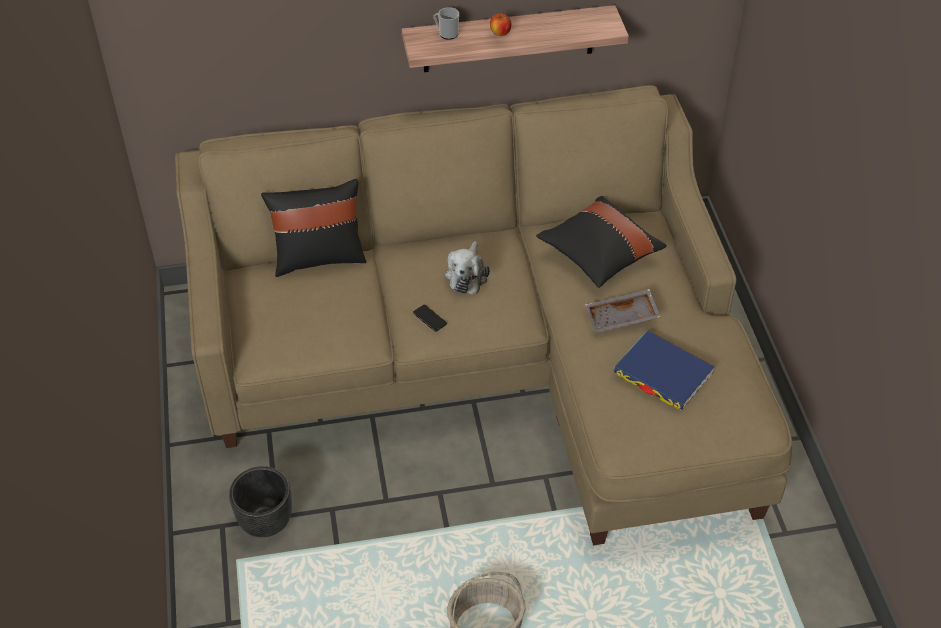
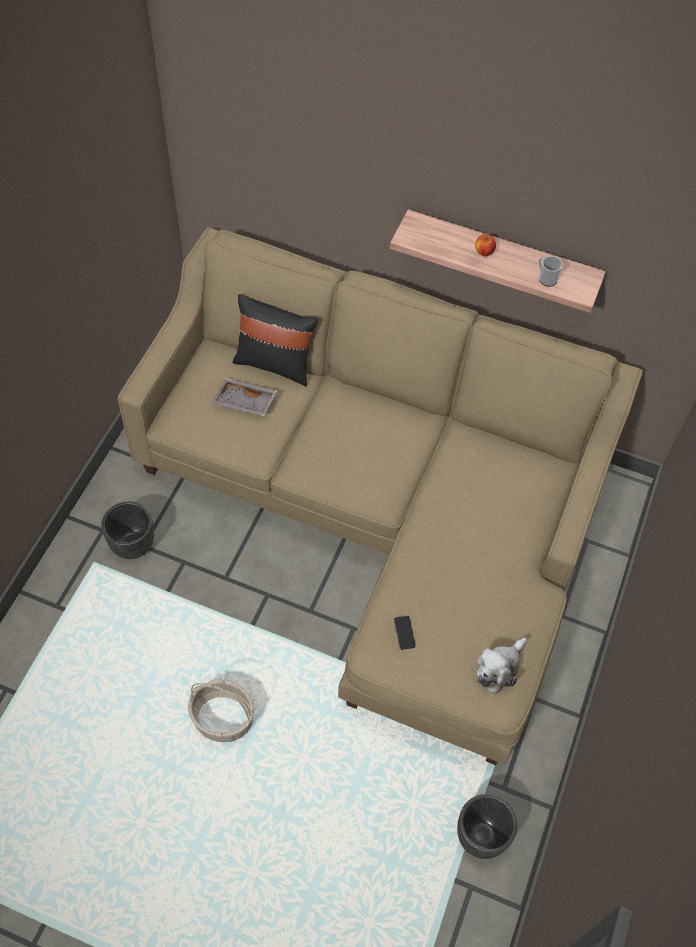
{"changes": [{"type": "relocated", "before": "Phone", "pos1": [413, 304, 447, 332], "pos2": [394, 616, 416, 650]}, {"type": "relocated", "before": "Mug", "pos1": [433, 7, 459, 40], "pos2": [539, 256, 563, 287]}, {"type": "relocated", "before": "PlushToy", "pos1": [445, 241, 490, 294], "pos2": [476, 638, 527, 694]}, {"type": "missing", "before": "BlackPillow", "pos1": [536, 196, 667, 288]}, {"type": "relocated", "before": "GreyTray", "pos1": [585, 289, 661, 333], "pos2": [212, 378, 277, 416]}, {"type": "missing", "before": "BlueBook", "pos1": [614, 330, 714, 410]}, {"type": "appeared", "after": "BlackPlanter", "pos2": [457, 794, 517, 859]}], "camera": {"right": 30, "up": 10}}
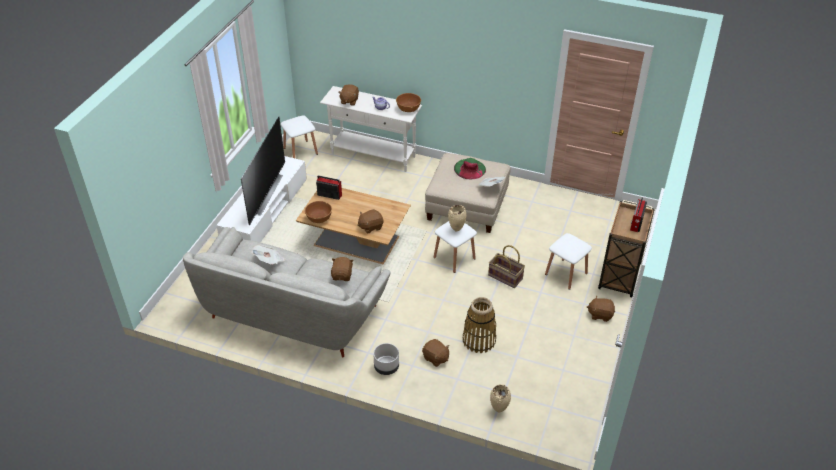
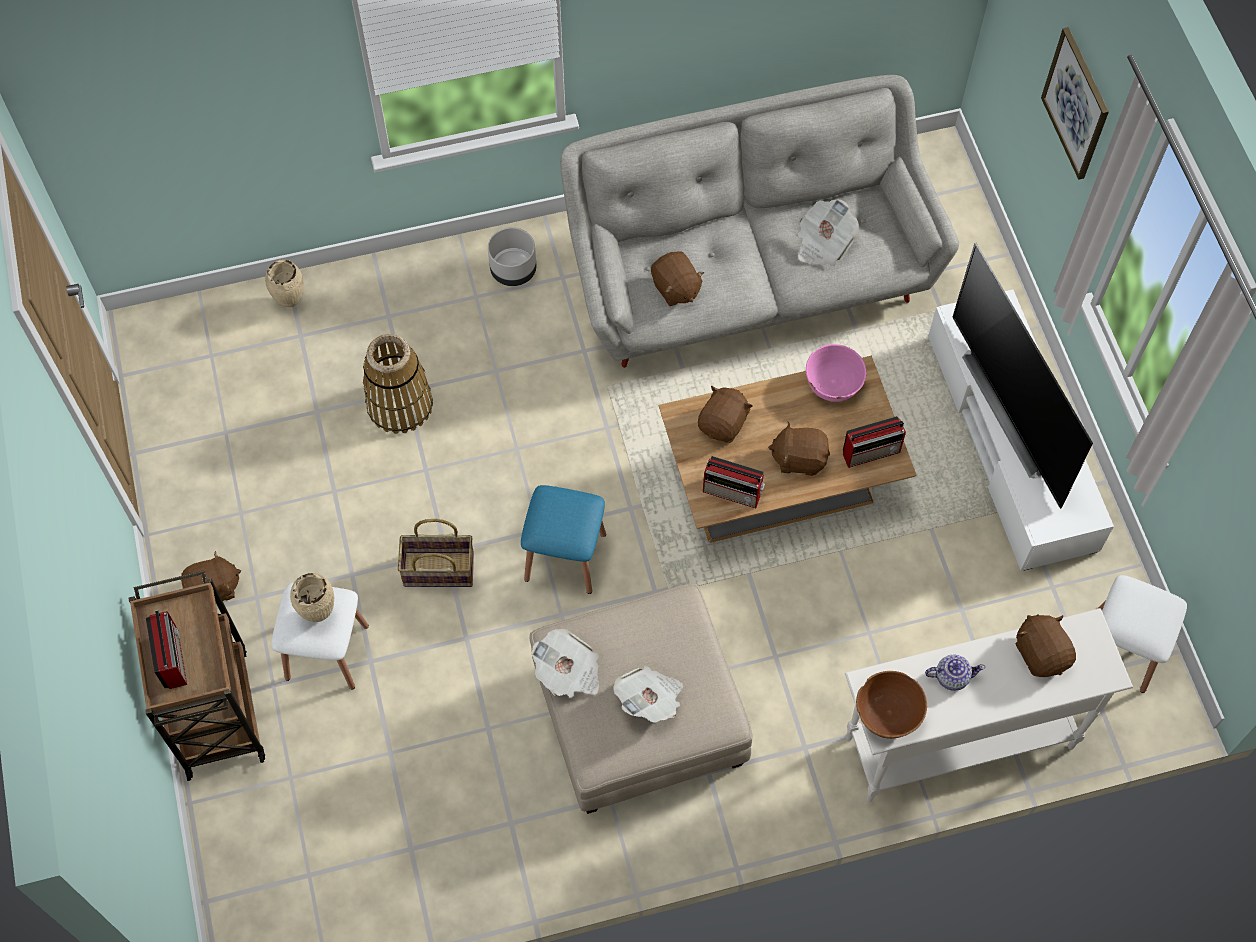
{"changes": [{"type": "colour", "before": "BrownBowl", "after": "PinkBowl", "pos1": [305, 201, 332, 223], "pos2": [806, 344, 866, 402]}, {"type": "relocated", "before": "BrownPlushToy", "pos1": [422, 339, 449, 367], "pos2": [768, 422, 830, 476]}, {"type": "colour", "before": "WhiteStool", "after": "BlueStool", "pos1": [434, 221, 477, 273], "pos2": [521, 485, 606, 594]}, {"type": "relocated", "before": "BeigeVase", "pos1": [448, 205, 466, 232], "pos2": [290, 573, 335, 622]}, {"type": "exchanged", "before": "GreenHat", "after": "Newspaper", "pos1": [454, 158, 486, 179], "pos2": [613, 666, 683, 723]}, {"type": "appeared", "after": "Radio", "pos2": [703, 456, 765, 508]}, {"type": "appeared", "after": "Picture", "pos2": [1041, 27, 1109, 180]}], "camera": {"right": 145, "up": 20}}
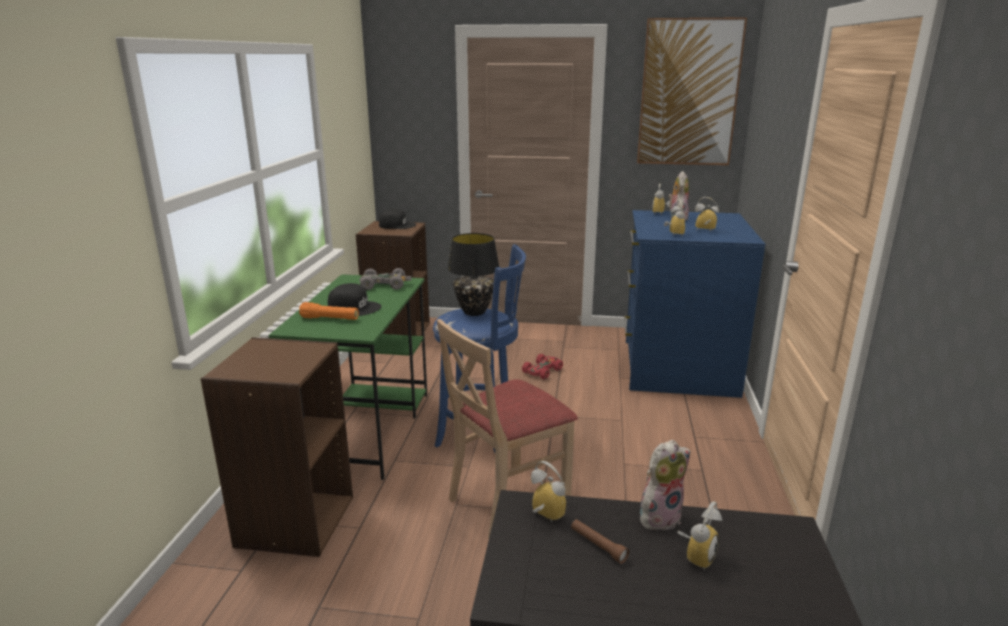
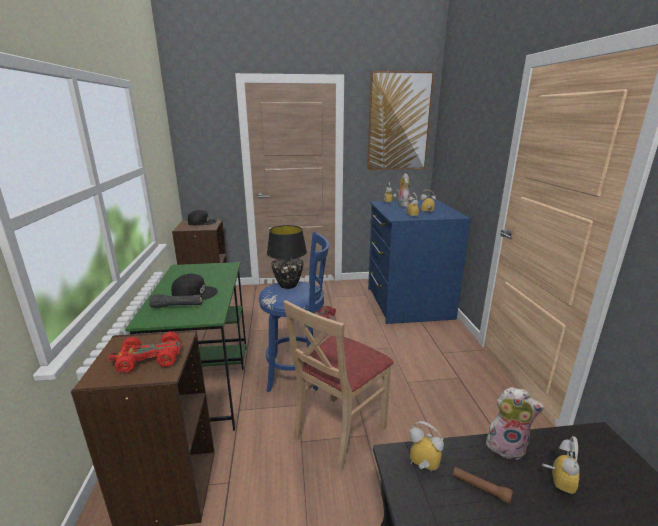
{"changes": [{"type": "colour", "before": "OrangeFlashlight", "after": "BlackFlashlight", "pos1": [299, 302, 359, 320], "pos2": [149, 294, 202, 308]}, {"type": "missing", "before": "GreyToyCar", "pos1": [360, 268, 412, 290]}, {"type": "spun", "before": "PlushToy", "pos1": [640, 440, 690, 531], "pos2": [486, 387, 545, 460], "turn": 60}, {"type": "appeared", "after": "RedToyCar", "pos2": [108, 332, 181, 373]}], "camera": {"right": -15, "up": 0}}
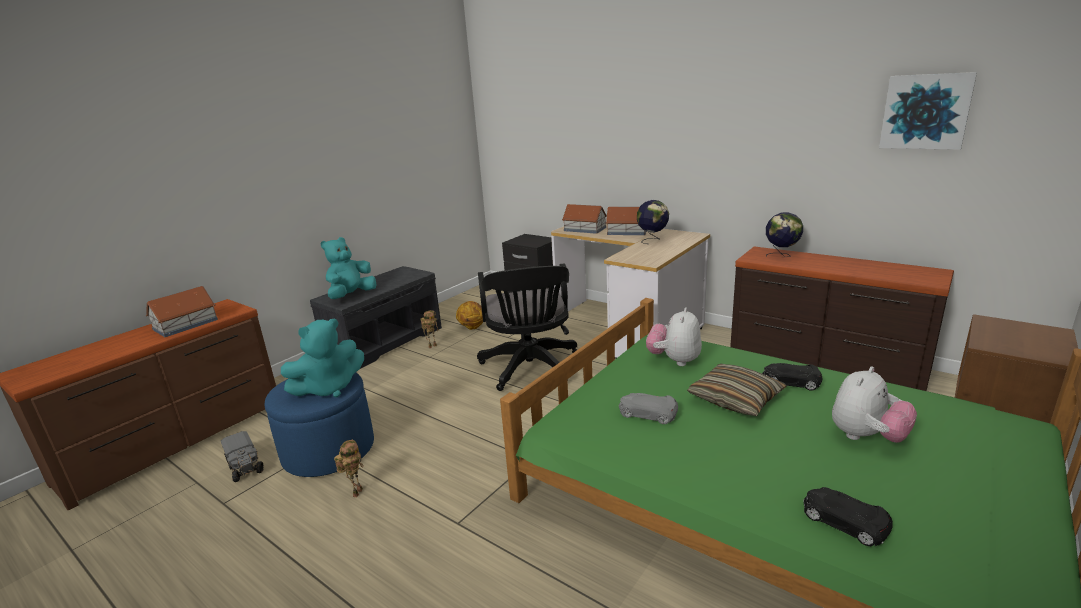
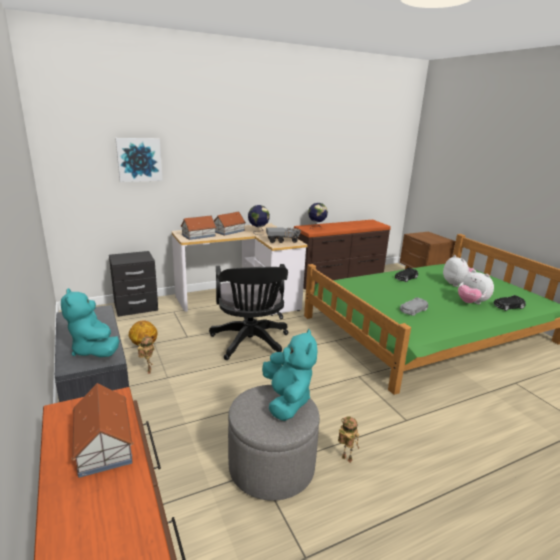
{"changes": [{"type": "relocated", "before": "ToyTruck", "pos1": [221, 431, 264, 482], "pos2": [266, 227, 301, 243]}, {"type": "colour", "before": "BlueOttoman", "after": "GreyOttoman", "pos1": [265, 373, 374, 477], "pos2": [228, 385, 320, 501]}, {"type": "spun", "before": "BlackOfficeChair", "pos1": [477, 263, 577, 391], "pos2": [209, 264, 289, 360], "turn": 60}, {"type": "relocated", "before": "PlushToy", "pos1": [646, 308, 702, 366], "pos2": [458, 270, 494, 304]}, {"type": "missing", "before": "Pillow", "pos1": [687, 364, 787, 416]}, {"type": "relocated", "before": "Picture", "pos1": [879, 72, 977, 150], "pos2": [115, 138, 162, 182]}], "camera": {"right": -65, "up": 0}}
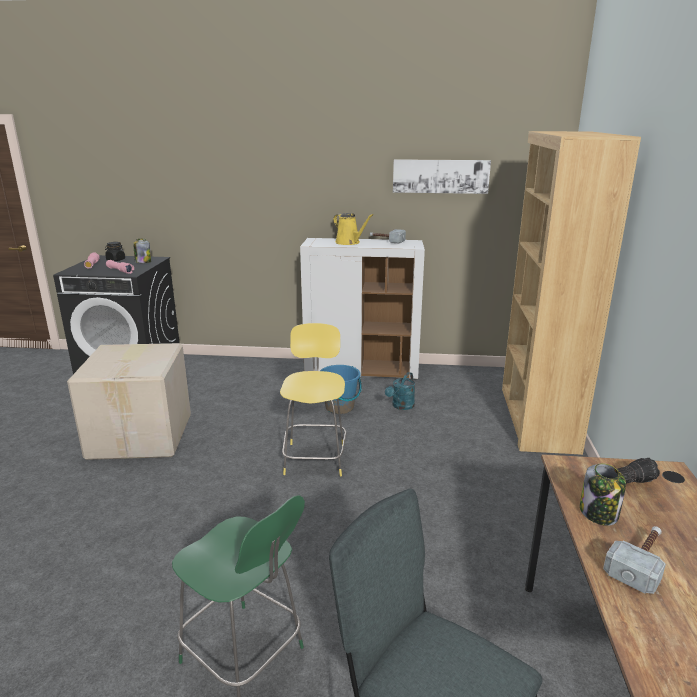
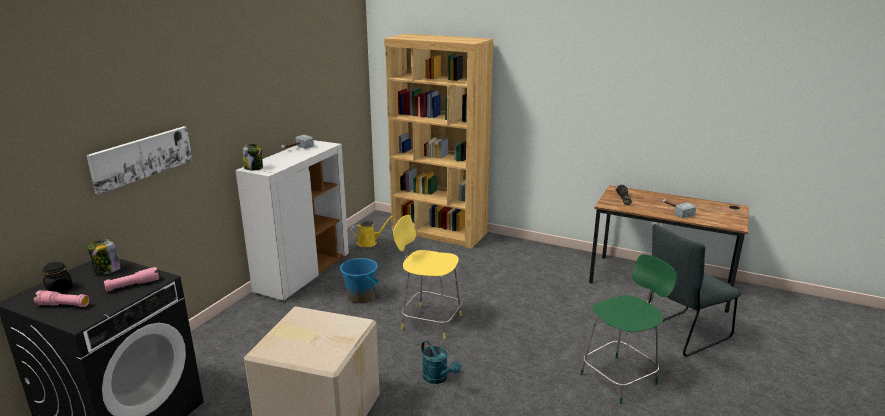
{"changes": [{"type": "relocated", "before": "YellowWateringCan", "pos1": [333, 213, 373, 245], "pos2": [351, 215, 393, 247]}, {"type": "relocated", "before": "TurquoiseWateringCan", "pos1": [385, 372, 415, 410], "pos2": [421, 340, 461, 384]}, {"type": "relocated", "before": "Picture", "pos1": [393, 159, 491, 194], "pos2": [86, 126, 192, 194]}, {"type": "relocated", "before": "Jar", "pos1": [580, 463, 626, 526], "pos2": [243, 144, 263, 170]}], "camera": {"right": -70, "up": 0}}
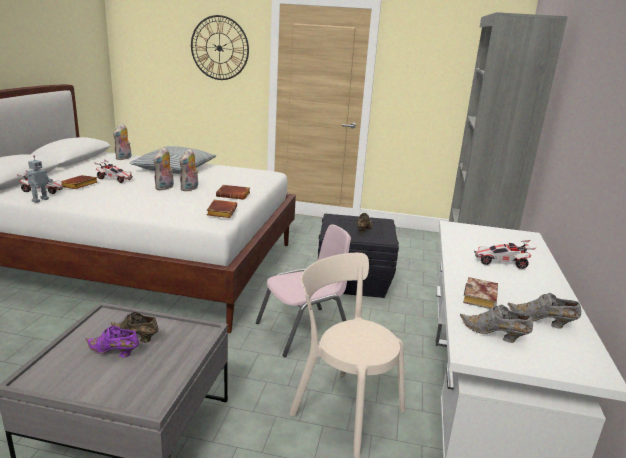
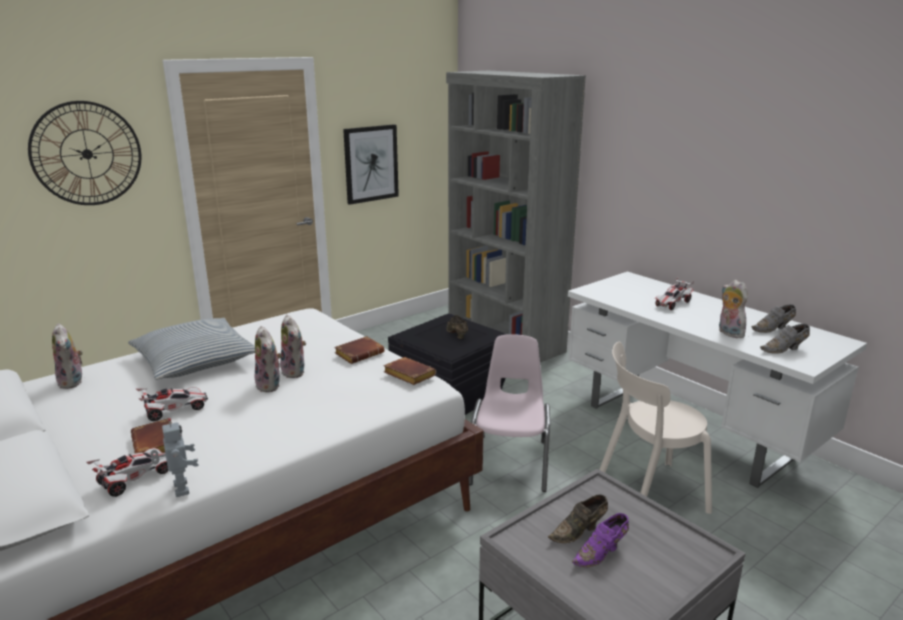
{"changes": [{"type": "exchanged", "before": "Book", "after": "PlushToy", "pos1": [463, 277, 498, 309], "pos2": [719, 280, 748, 338]}, {"type": "appeared", "after": "Picture", "pos2": [343, 124, 399, 205]}], "camera": {"right": -50, "up": 0}}
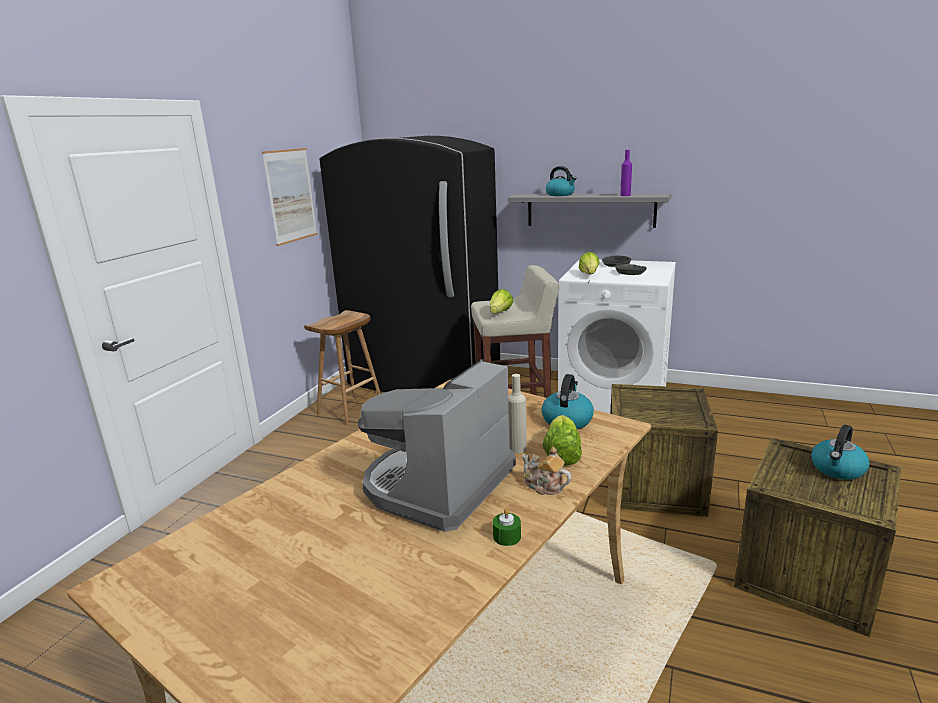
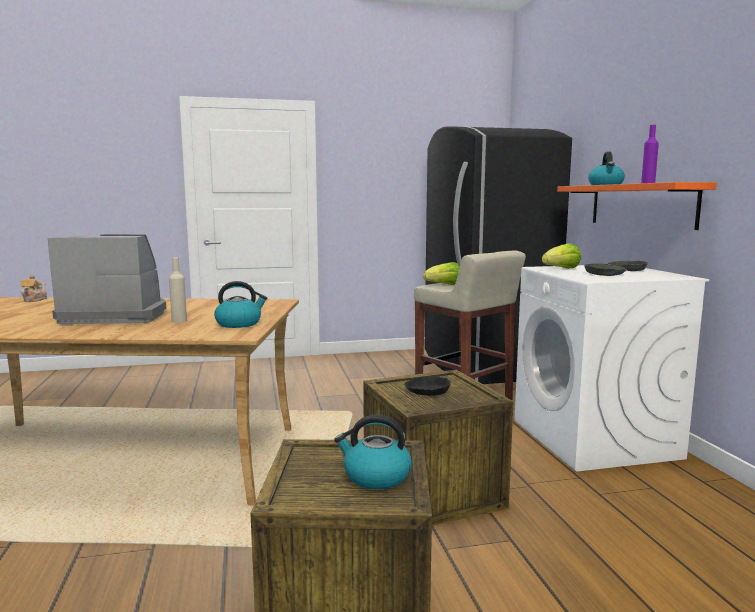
{"changes": [{"type": "missing", "before": "Picture", "pos1": [262, 148, 318, 246]}, {"type": "missing", "before": "BrownStool", "pos1": [304, 310, 381, 425]}, {"type": "missing", "before": "GreenCandle", "pos1": [493, 508, 521, 546]}, {"type": "colour", "before": "GreyShelf", "after": "OrangeShelf", "pos1": [508, 193, 672, 228], "pos2": [557, 182, 717, 230]}, {"type": "relocated", "before": "Teapot", "pos1": [522, 447, 572, 495], "pos2": [20, 275, 47, 302]}, {"type": "missing", "before": "Lettuce", "pos1": [542, 415, 582, 466]}, {"type": "appeared", "after": "BlackBowl", "pos2": [404, 376, 451, 396]}], "camera": {"right": 55, "up": -10}}
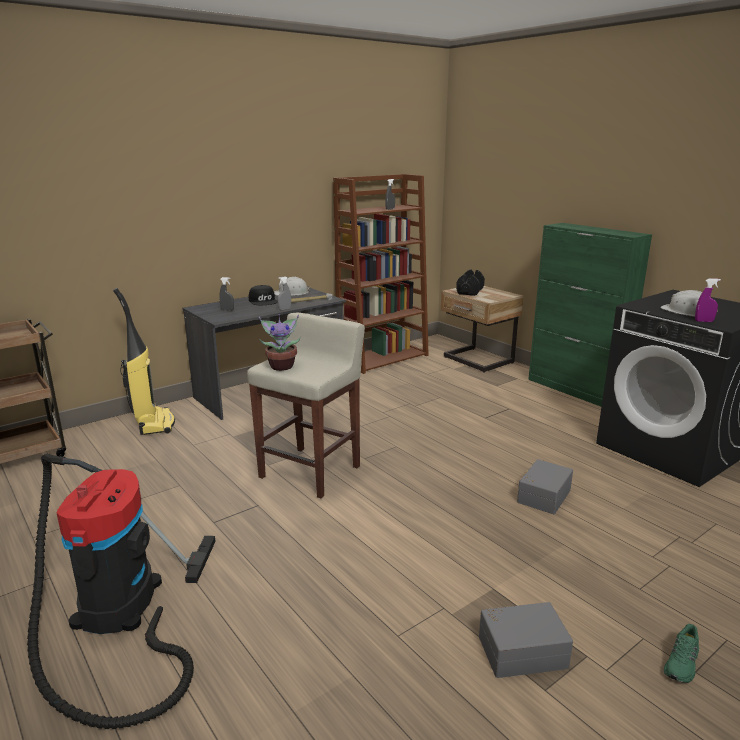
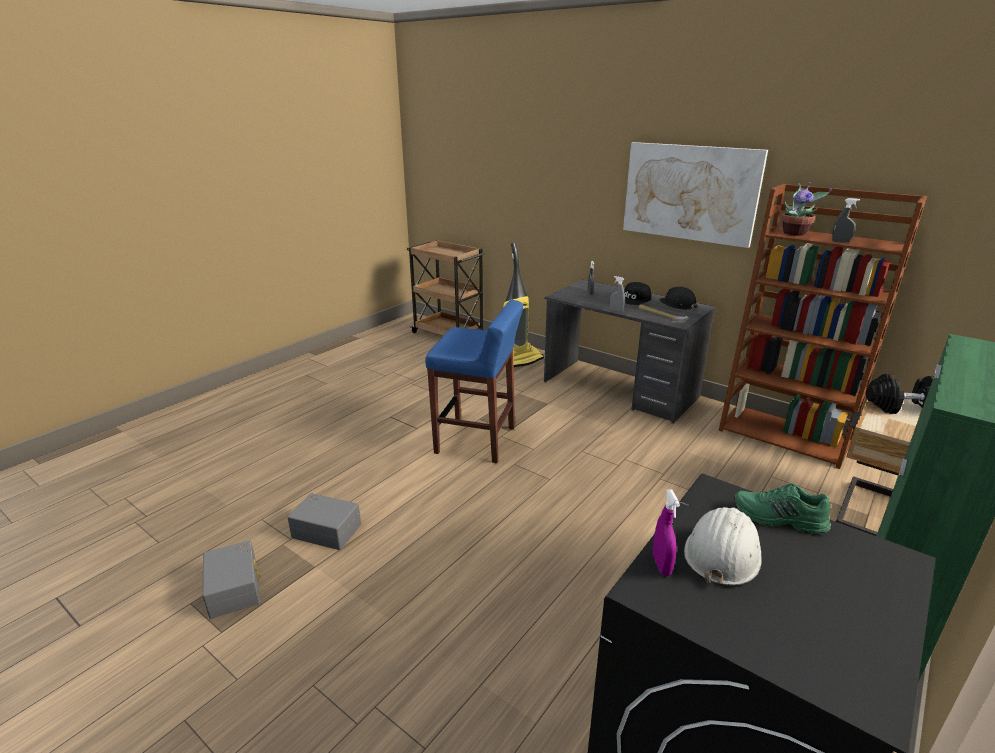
{"changes": [{"type": "missing", "before": "VacuumCleaner", "pos1": [27, 454, 215, 729]}, {"type": "colour", "before": "BeigeStool", "after": "BlueStool", "pos1": [247, 313, 365, 498], "pos2": [425, 300, 523, 463]}, {"type": "relocated", "before": "PottedPlant", "pos1": [258, 314, 301, 371], "pos2": [781, 182, 832, 236]}, {"type": "colour", "before": "WhiteHardHat", "after": "BlackHardHat", "pos1": [274, 277, 310, 296], "pos2": [659, 287, 698, 311]}, {"type": "relocated", "before": "GreyStorageBox", "pos1": [517, 459, 573, 514], "pos2": [287, 493, 361, 550]}, {"type": "relocated", "before": "GreenShoe", "pos1": [664, 624, 699, 683], "pos2": [734, 484, 831, 535]}, {"type": "appeared", "after": "Picture", "pos2": [623, 142, 768, 248]}], "camera": {"right": 75, "up": 5}}
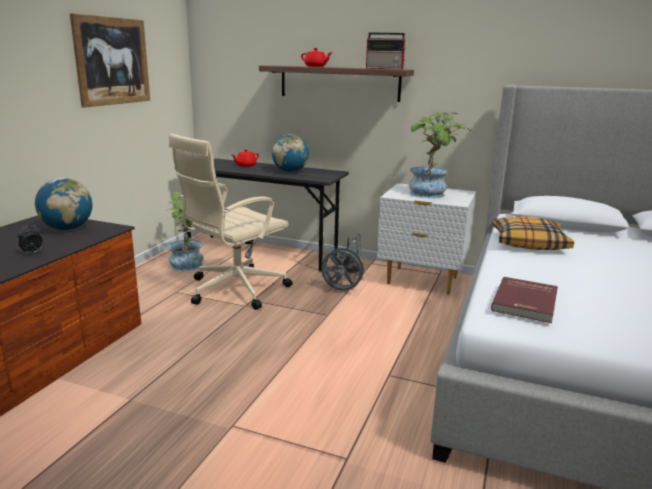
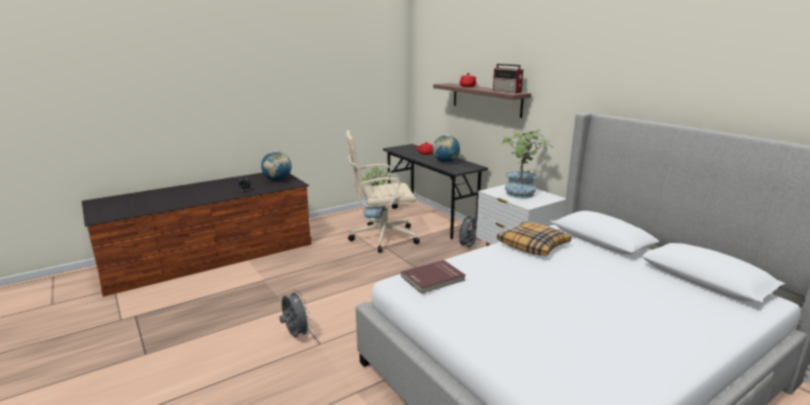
{"changes": [{"type": "missing", "before": "Picture", "pos1": [70, 14, 150, 108]}, {"type": "relocated", "before": "GreyFan", "pos1": [321, 246, 367, 291], "pos2": [279, 289, 311, 338]}], "camera": {"right": 35, "up": 0}}
